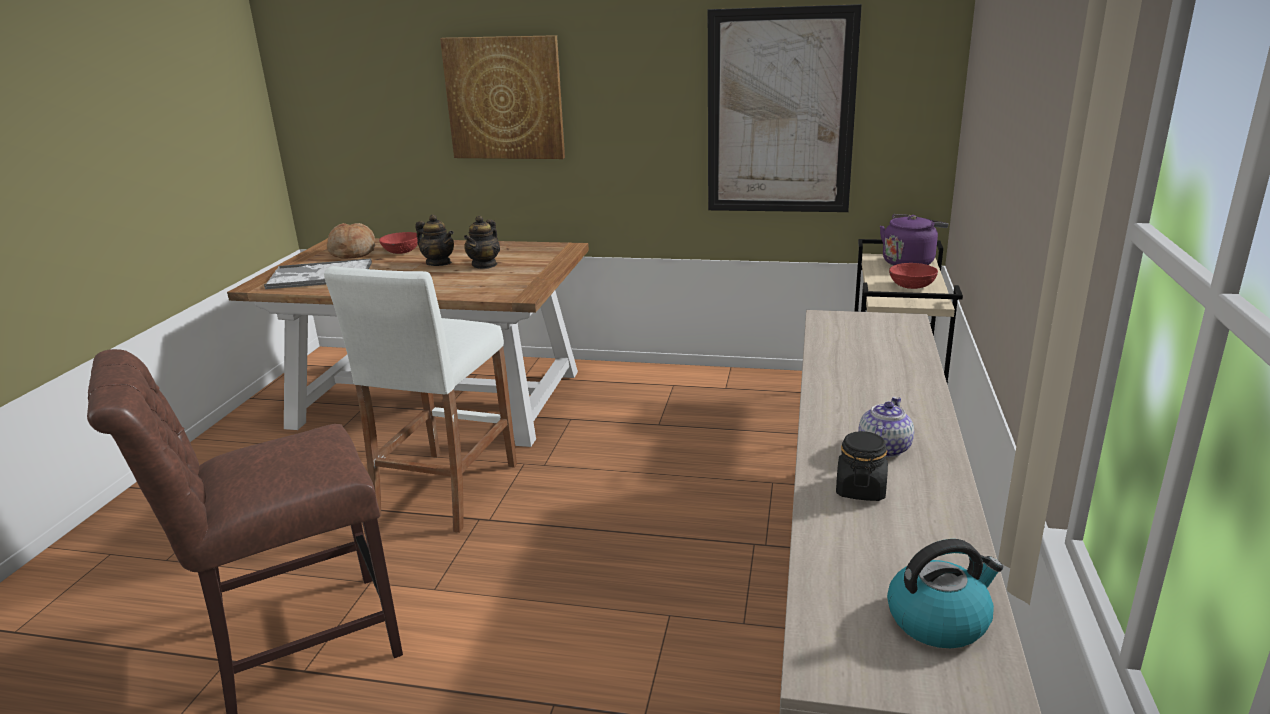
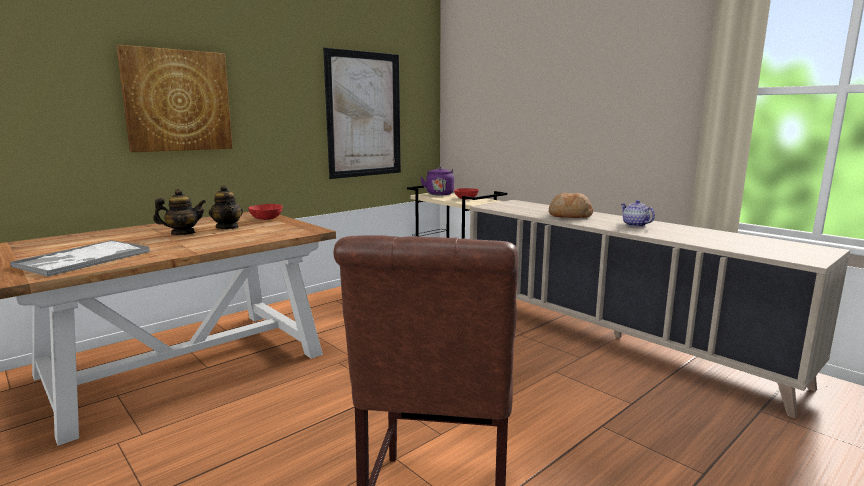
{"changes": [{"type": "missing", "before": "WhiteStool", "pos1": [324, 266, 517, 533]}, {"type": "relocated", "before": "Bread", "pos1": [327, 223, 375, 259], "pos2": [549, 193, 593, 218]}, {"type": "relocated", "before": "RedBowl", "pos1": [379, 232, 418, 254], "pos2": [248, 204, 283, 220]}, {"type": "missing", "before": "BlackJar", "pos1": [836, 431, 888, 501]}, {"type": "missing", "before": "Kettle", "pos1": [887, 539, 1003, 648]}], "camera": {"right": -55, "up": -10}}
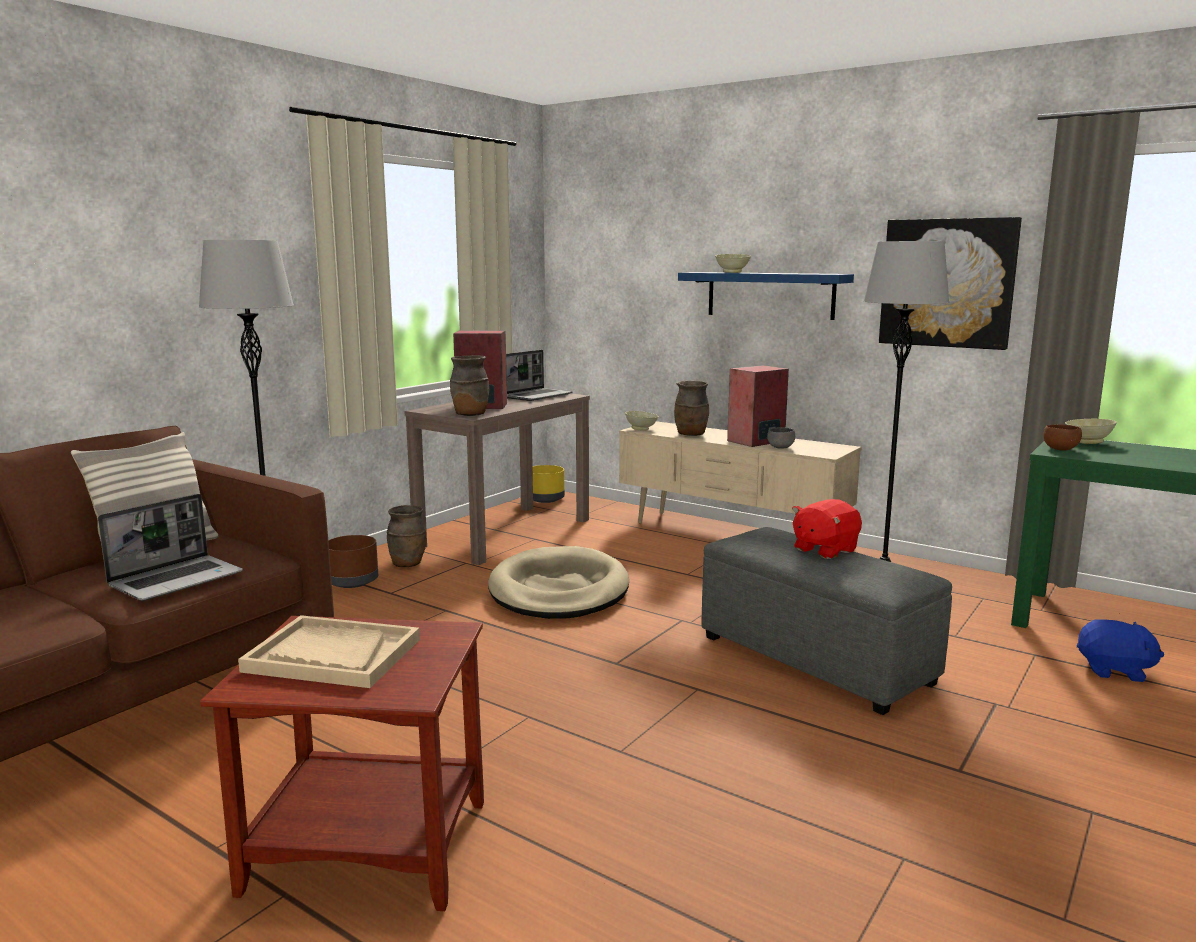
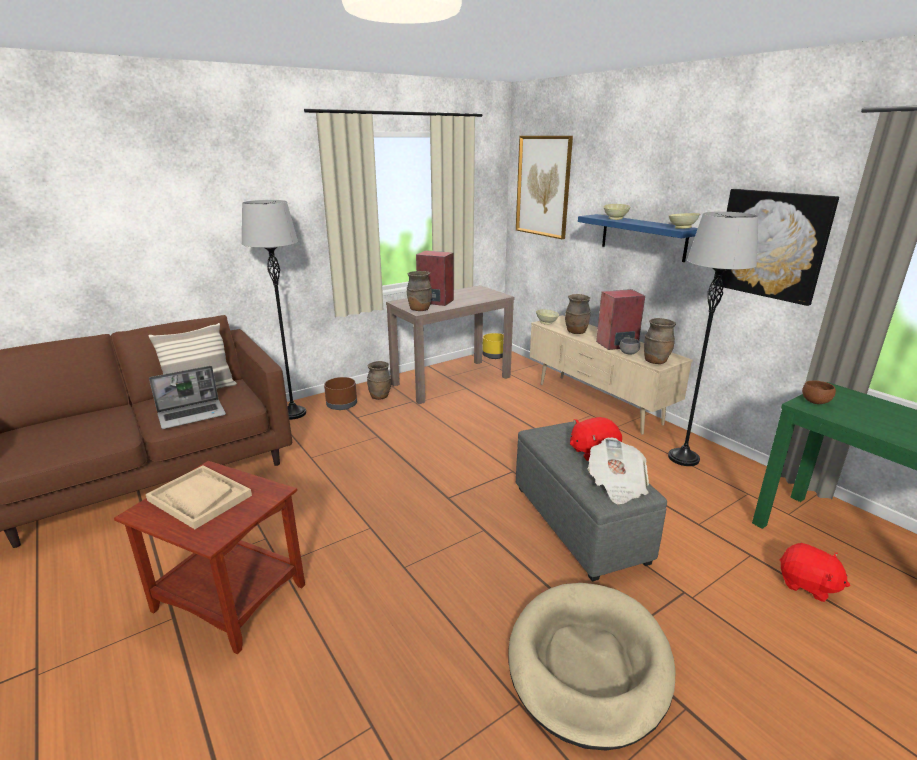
{"changes": [{"type": "relocated", "before": "BeigeDogBed", "pos1": [488, 546, 629, 619], "pos2": [508, 583, 675, 750]}, {"type": "missing", "before": "Laptop", "pos1": [506, 350, 573, 401]}, {"type": "relocated", "before": "BeigeBowl", "pos1": [1065, 419, 1117, 444], "pos2": [668, 213, 700, 229]}, {"type": "colour", "before": "BluePlushToy", "after": "RedPlushToy", "pos1": [1077, 619, 1164, 682], "pos2": [780, 543, 850, 602]}, {"type": "appeared", "after": "Picture", "pos2": [516, 136, 573, 239]}, {"type": "appeared", "after": "Newspaper", "pos2": [588, 437, 649, 505]}, {"type": "appeared", "after": "BrownVase", "pos2": [644, 318, 676, 364]}], "camera": {"right": 20, "up": 10}}
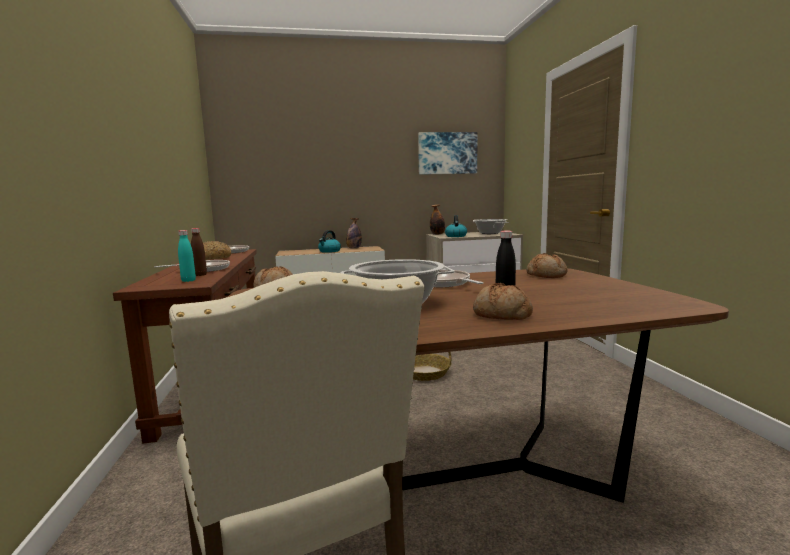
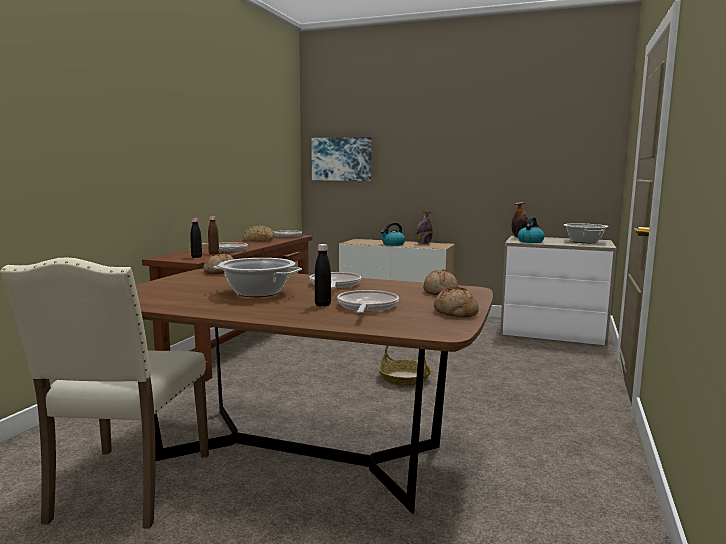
{"changes": [{"type": "colour", "before": "TurquoiseBottle", "after": "BlackBottle", "pos1": [178, 230, 196, 282], "pos2": [190, 218, 202, 258]}, {"type": "relocated", "before": "Picture", "pos1": [418, 132, 477, 175], "pos2": [311, 137, 372, 181]}, {"type": "relocated", "before": "Bread", "pos1": [473, 283, 533, 320], "pos2": [434, 287, 479, 318]}, {"type": "appeared", "after": "FryingPan", "pos2": [337, 290, 399, 313]}], "camera": {"right": 30, "up": 0}}
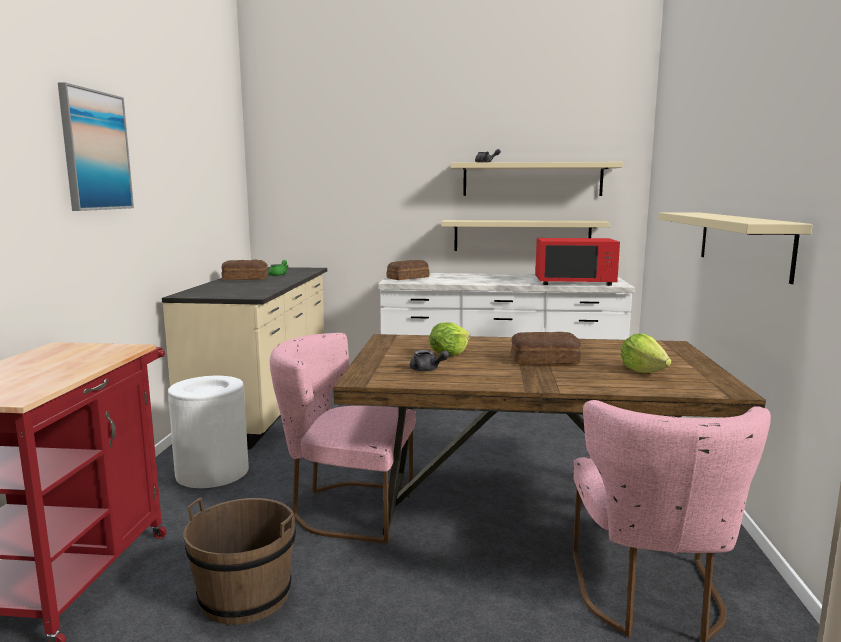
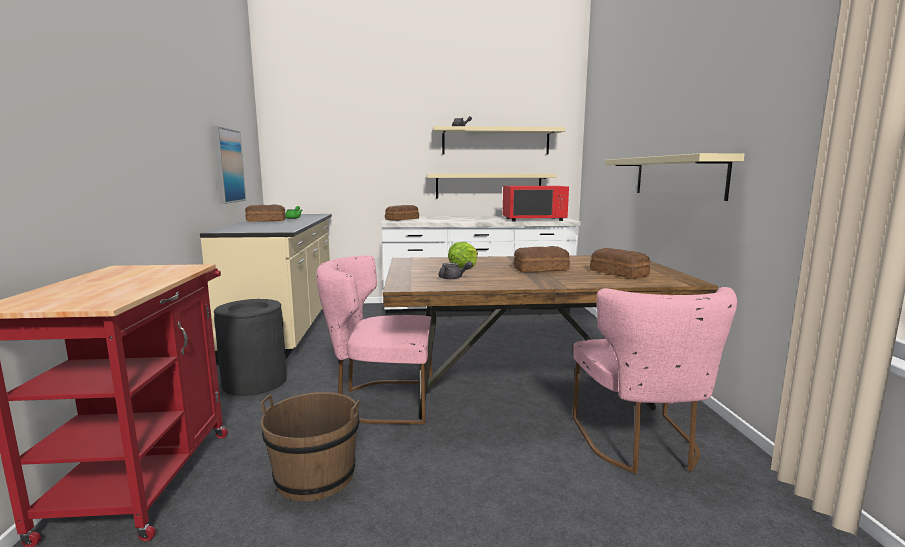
{"changes": [{"type": "relocated", "before": "Picture", "pos1": [58, 82, 134, 211], "pos2": [213, 126, 246, 204]}, {"type": "colour", "before": "WhiteTrashCan", "after": "BlackTrashCan", "pos1": [168, 376, 249, 488], "pos2": [214, 299, 287, 396]}, {"type": "exchanged", "before": "Lettuce", "after": "Bread", "pos1": [621, 334, 672, 373], "pos2": [590, 248, 650, 279]}], "camera": {"right": -10, "up": 0}}
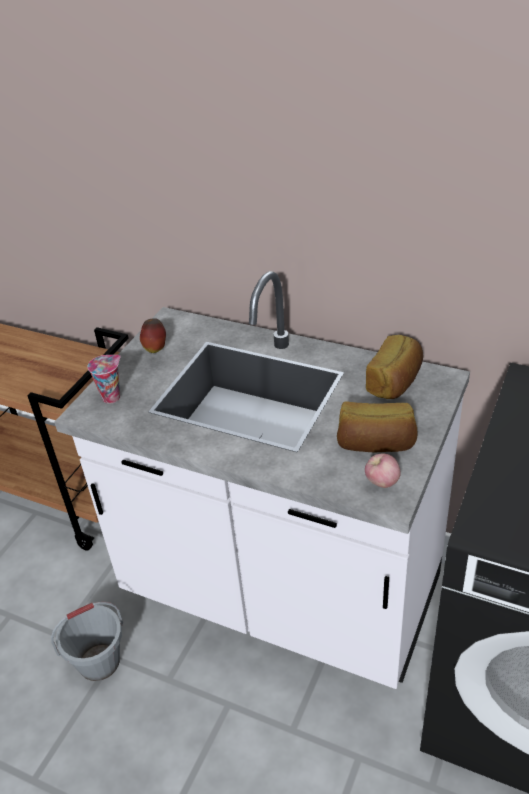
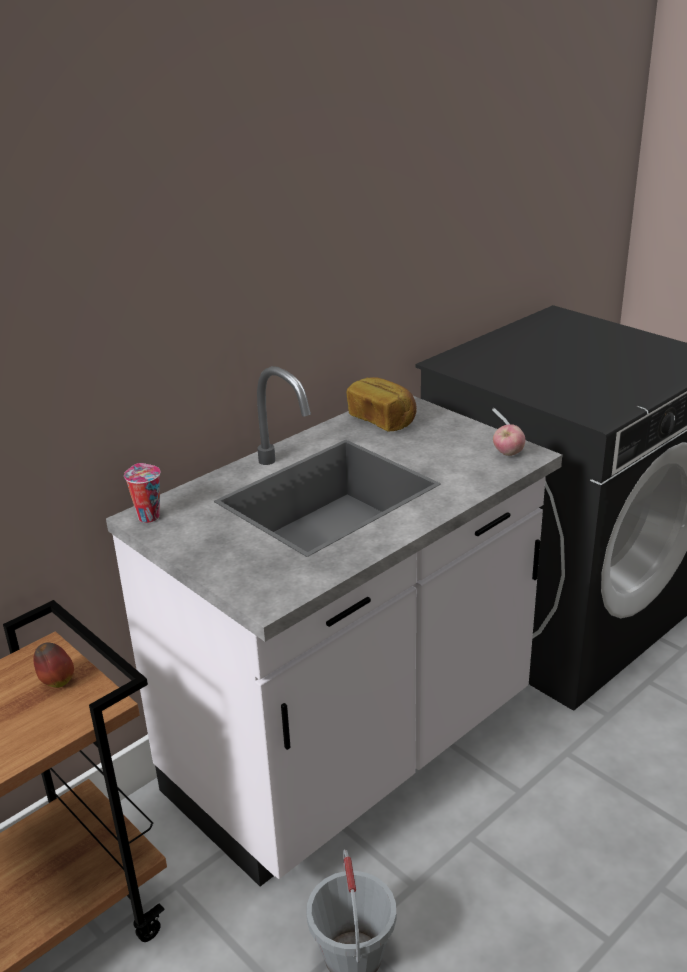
{"changes": [{"type": "relocated", "before": "Cup", "pos1": [87, 355, 121, 404], "pos2": [124, 463, 161, 523]}, {"type": "relocated", "before": "Apple", "pos1": [140, 318, 166, 353], "pos2": [33, 642, 74, 688]}, {"type": "missing", "before": "Bread", "pos1": [337, 401, 418, 452]}], "camera": {"right": -70, "up": -10}}
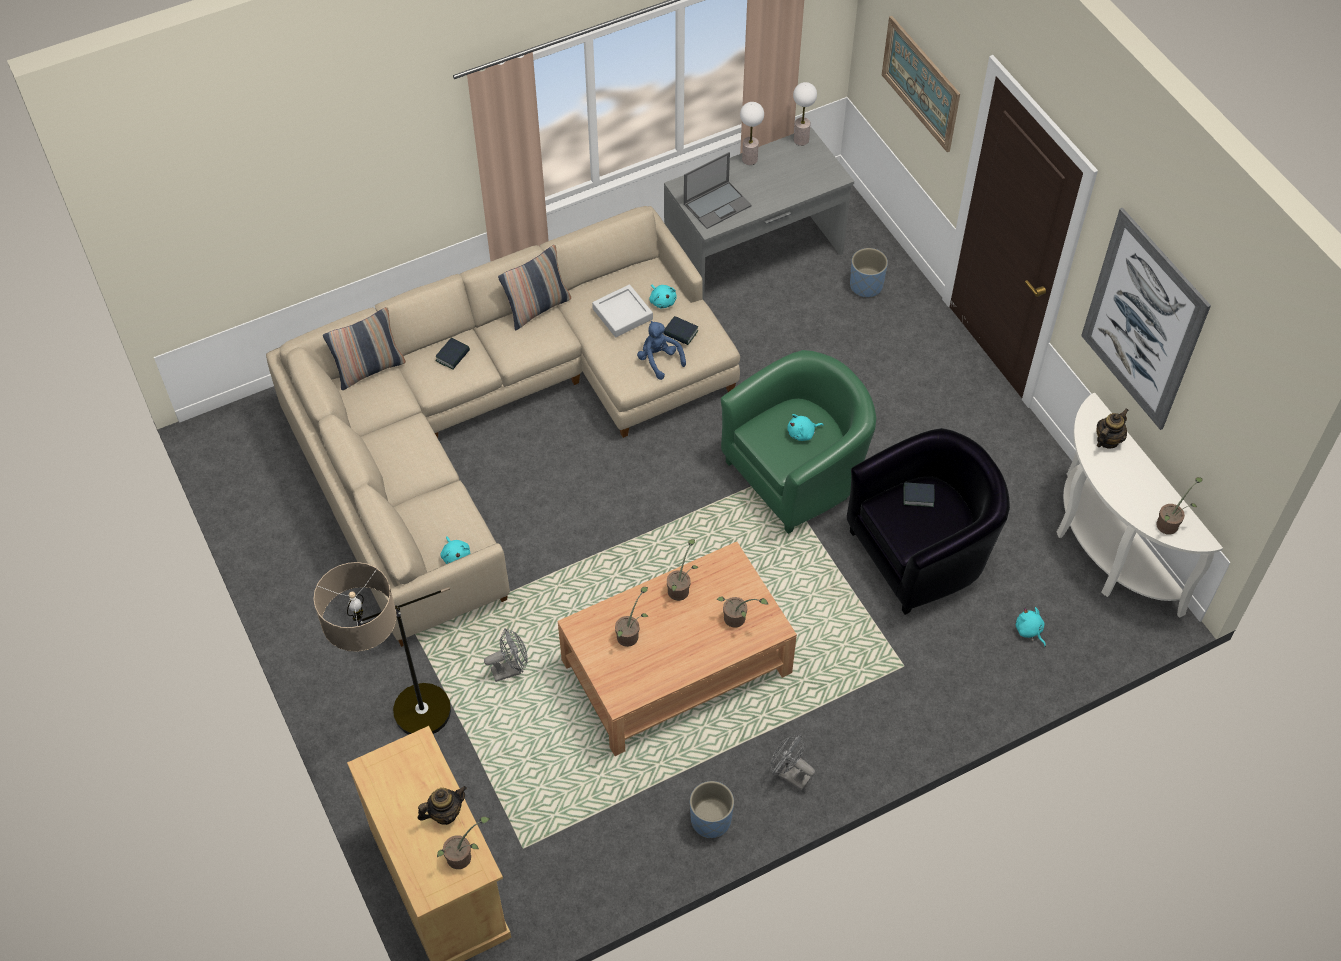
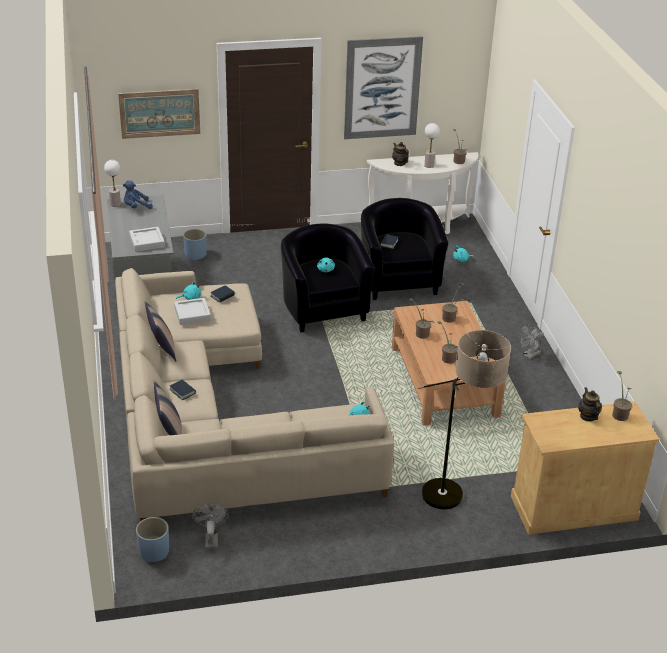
{"changes": [{"type": "relocated", "before": "GreyFan", "pos1": [484, 628, 528, 682], "pos2": [192, 503, 229, 549]}, {"type": "relocated", "before": "BluePlushToy", "pos1": [637, 321, 686, 380], "pos2": [122, 180, 153, 209]}, {"type": "exchanged", "before": "Laptop", "after": "GreyTray", "pos1": [684, 152, 752, 229], "pos2": [129, 227, 165, 252]}, {"type": "relocated", "before": "BluePlanter", "pos1": [690, 781, 734, 838], "pos2": [136, 517, 169, 562]}, {"type": "colour", "before": "GreenArmchair", "after": "BlackArmchair", "pos1": [721, 350, 876, 534], "pos2": [281, 223, 375, 332]}, {"type": "relocated", "before": "TableLamp", "pos1": [740, 102, 764, 165], "pos2": [424, 123, 440, 168]}], "camera": {"right": -75, "up": -20}}
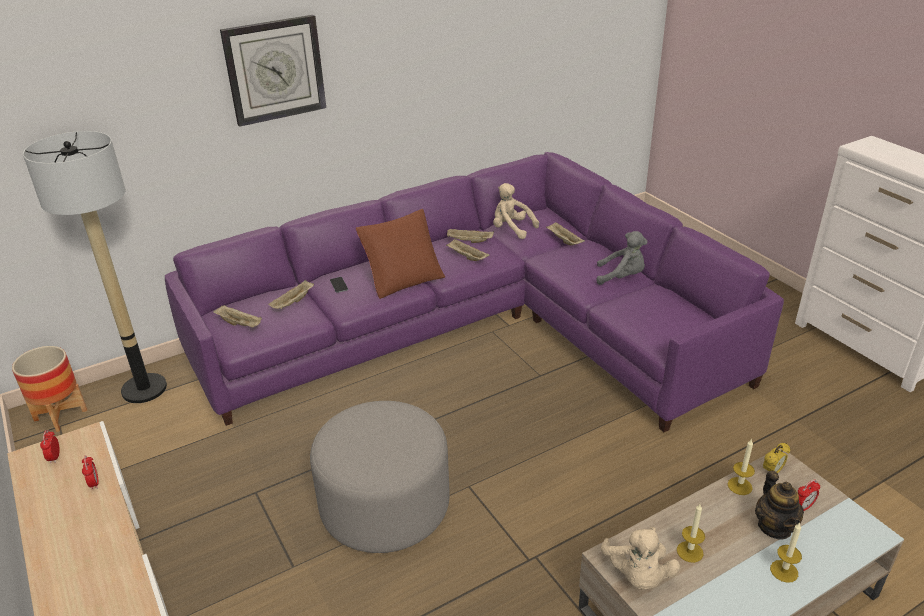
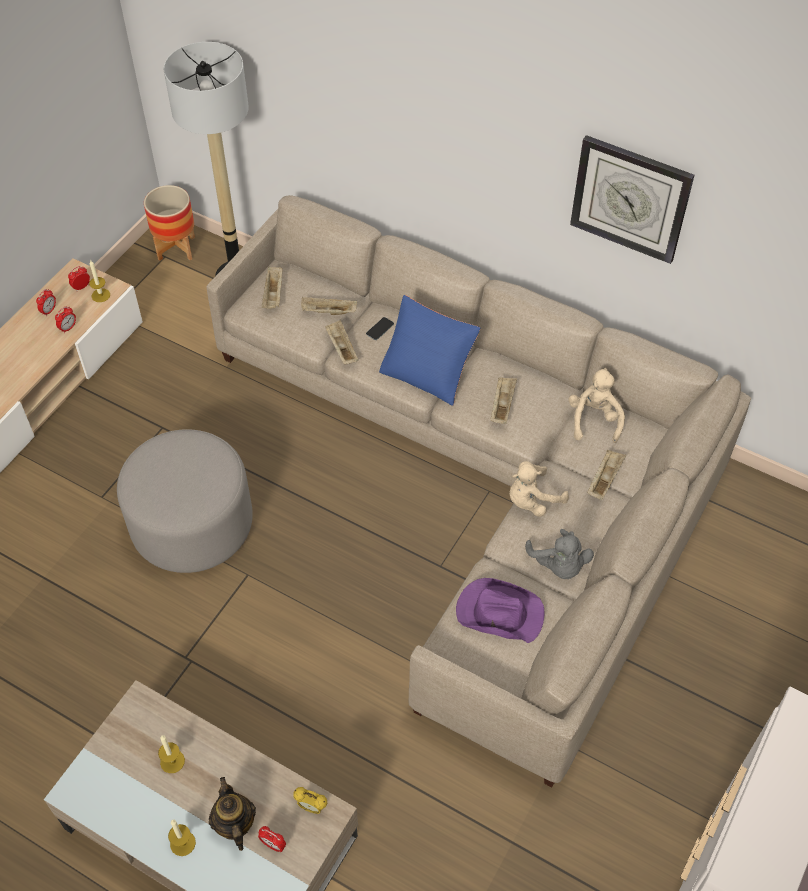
{"changes": [{"type": "colour", "before": "PurpleSofa", "after": "BeigeSofa", "pos1": [165, 152, 784, 432], "pos2": [207, 195, 751, 787]}, {"type": "relocated", "before": "WallClock", "pos1": [220, 15, 326, 127], "pos2": [570, 135, 694, 264]}, {"type": "colour", "before": "BrownPillow", "after": "BluePillow", "pos1": [356, 209, 445, 299], "pos2": [379, 295, 481, 406]}, {"type": "relocated", "before": "BeigeTray", "pos1": [447, 229, 494, 243], "pos2": [325, 320, 359, 364]}, {"type": "relocated", "before": "BeigePlushToy", "pos1": [601, 527, 680, 590], "pos2": [510, 461, 569, 517]}, {"type": "relocated", "before": "Candle", "pos1": [727, 439, 755, 495], "pos2": [89, 260, 110, 302]}, {"type": "spun", "before": "Teapot", "pos1": [755, 471, 804, 540], "pos2": [209, 777, 256, 851], "turn": 105}, {"type": "appeared", "after": "AlarmClock", "pos2": [36, 289, 56, 316]}, {"type": "appeared", "after": "PurpleHat", "pos2": [456, 578, 545, 643]}], "camera": {"right": 60, "up": 20}}
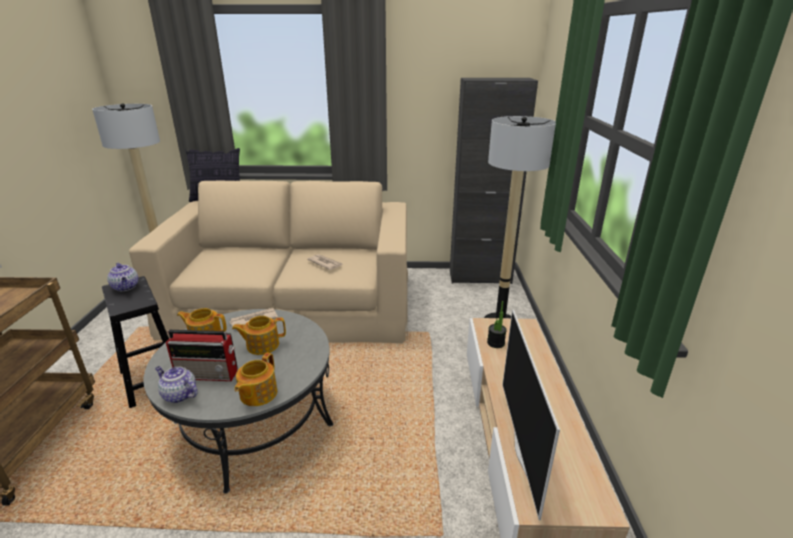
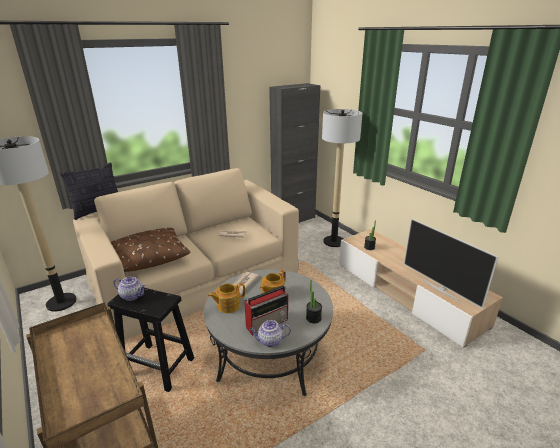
{"changes": [{"type": "exchanged", "before": "Teapot", "after": "PottedPlant", "pos1": [235, 353, 277, 406], "pos2": [306, 280, 322, 323]}, {"type": "appeared", "after": "BrownPillow", "pos2": [111, 228, 191, 272]}], "camera": {"right": -35, "up": 0}}
